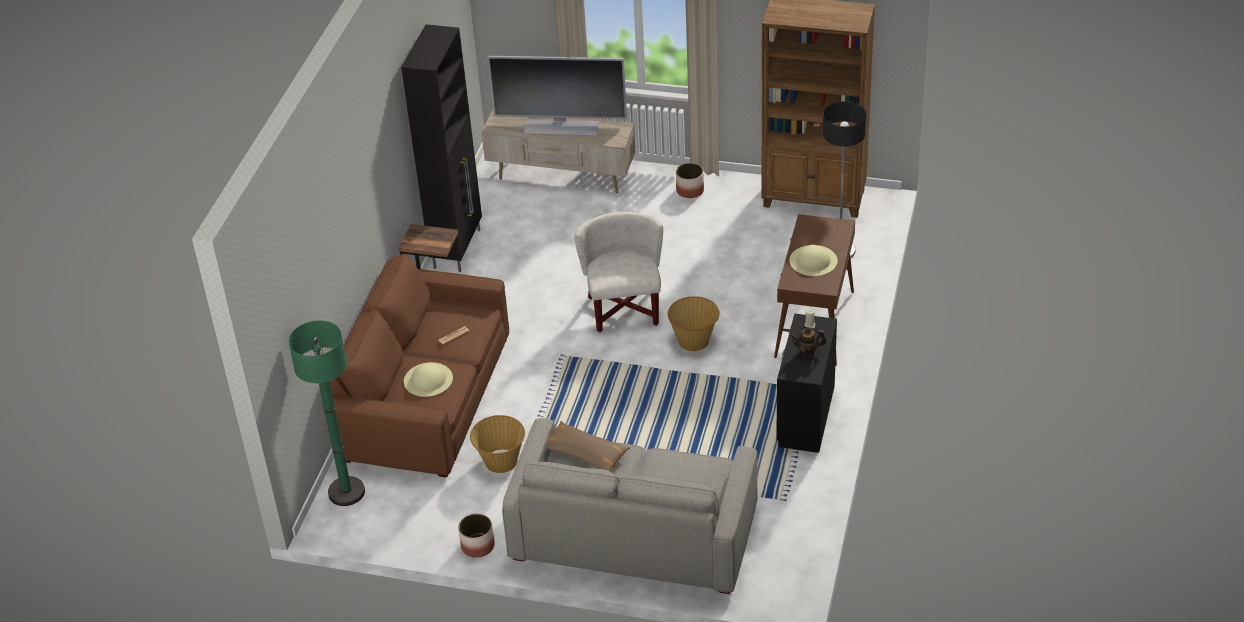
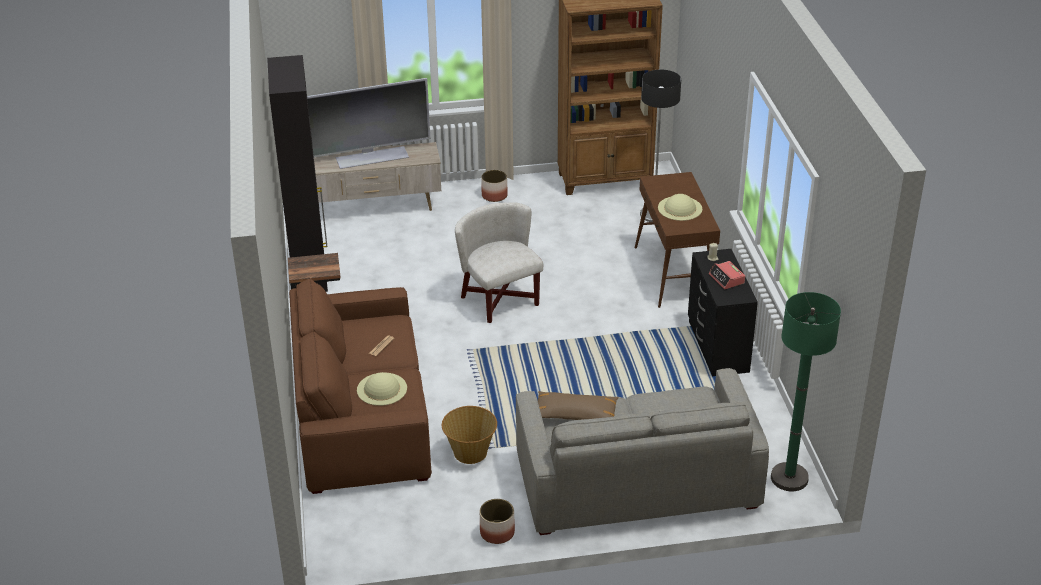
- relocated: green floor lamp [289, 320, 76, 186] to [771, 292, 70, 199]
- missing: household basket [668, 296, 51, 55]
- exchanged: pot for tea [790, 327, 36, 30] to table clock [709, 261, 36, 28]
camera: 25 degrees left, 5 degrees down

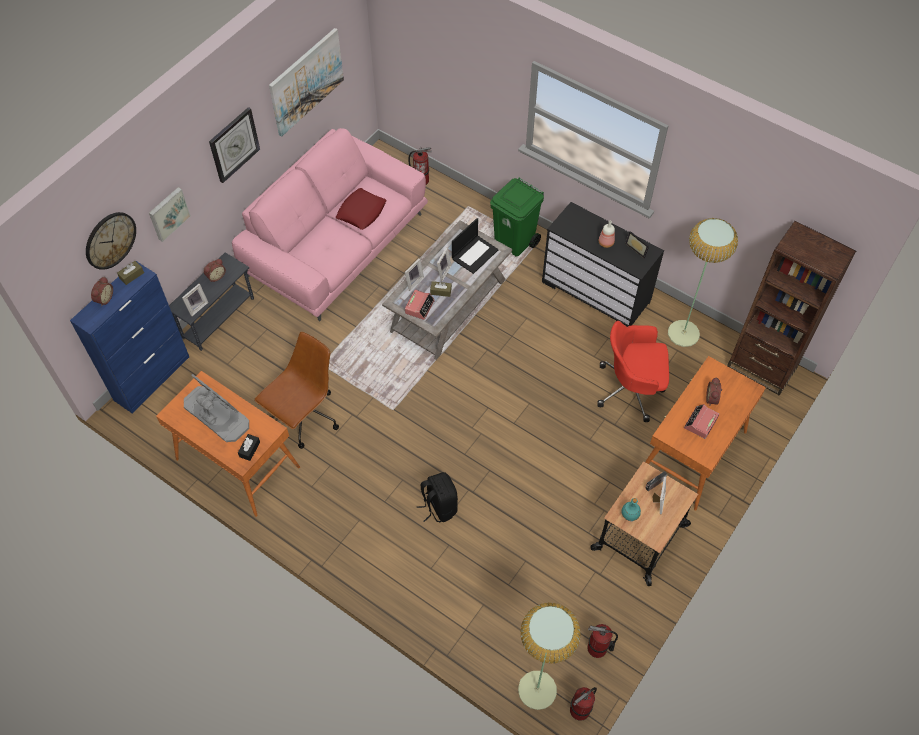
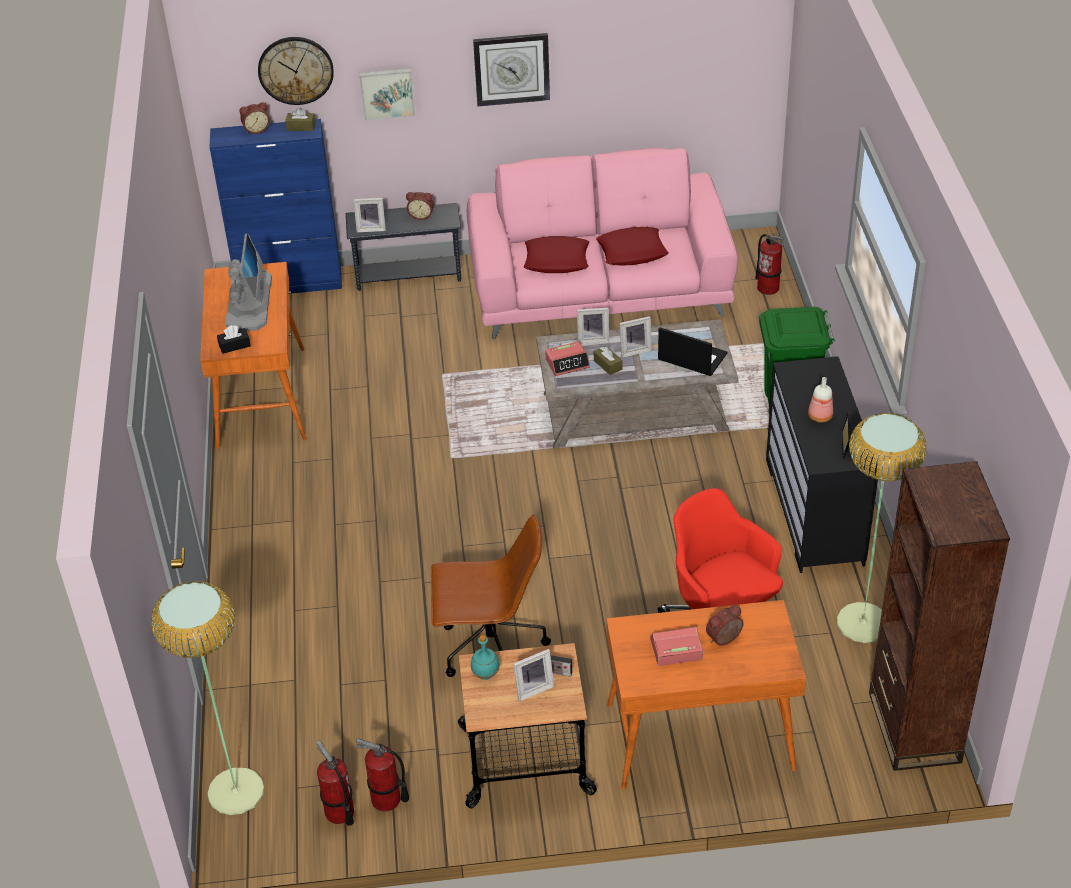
- relocated: brown-coloured office chair [254, 332, 85, 117] to [431, 514, 120, 163]
- missing: picture [269, 28, 75, 108]
- missing: black rucksack [417, 472, 41, 50]
- spun: laptop [452, 218, 47, 56] = [658, 327, 69, 49] 150 degrees counterclockwise
- relocated: extinguisher [570, 687, 27, 34] to [356, 738, 53, 74]
- appeared: reddish throw pillow [524, 236, 66, 37]
camera: 50 degrees right, 15 degrees down

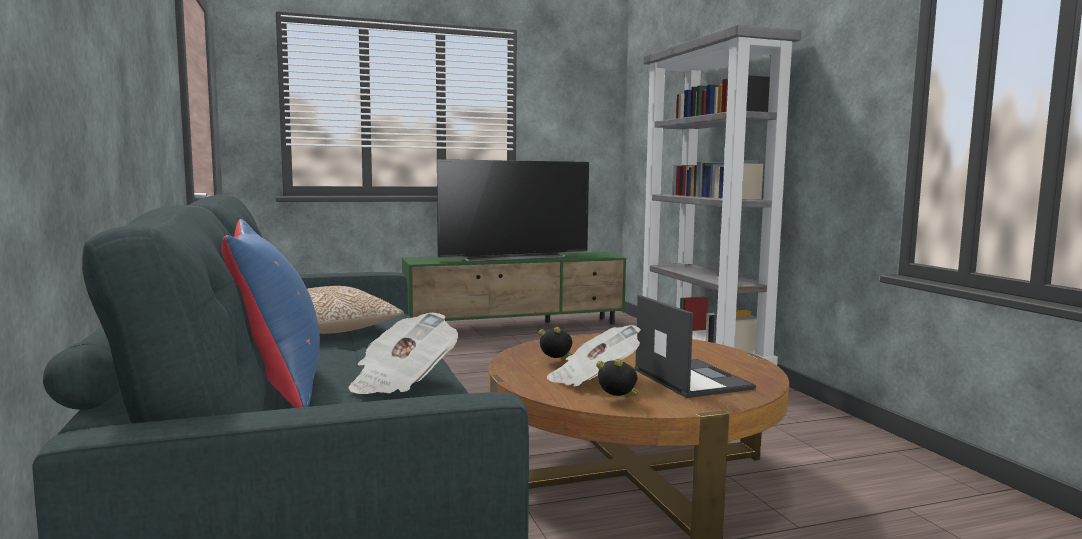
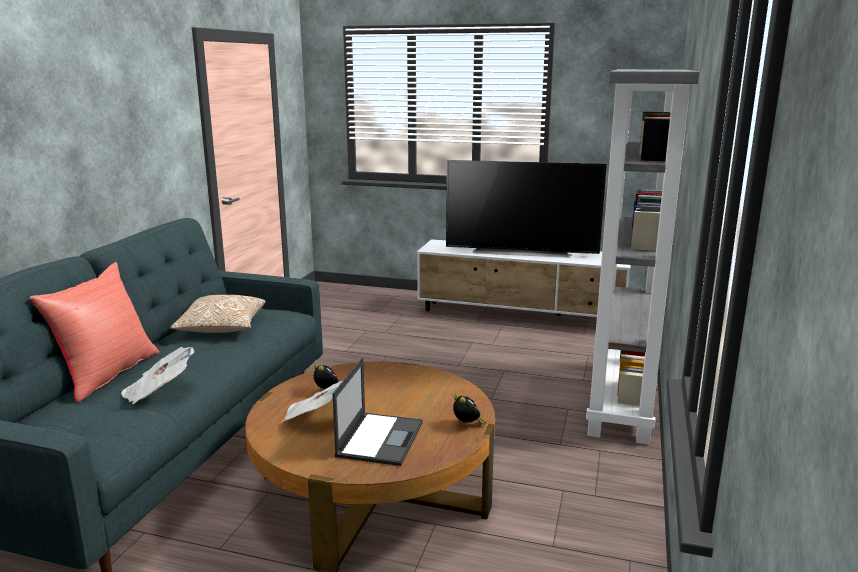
- colour: bluish throw pillow [222, 219, 98, 189] to reddish throw pillow [30, 262, 129, 141]
- colour: green media console [402, 252, 225, 72] to whitish media console [417, 239, 214, 78]
- relocated: table clock [596, 359, 42, 37] to [453, 394, 33, 31]
camera: 35 degrees right, 10 degrees up

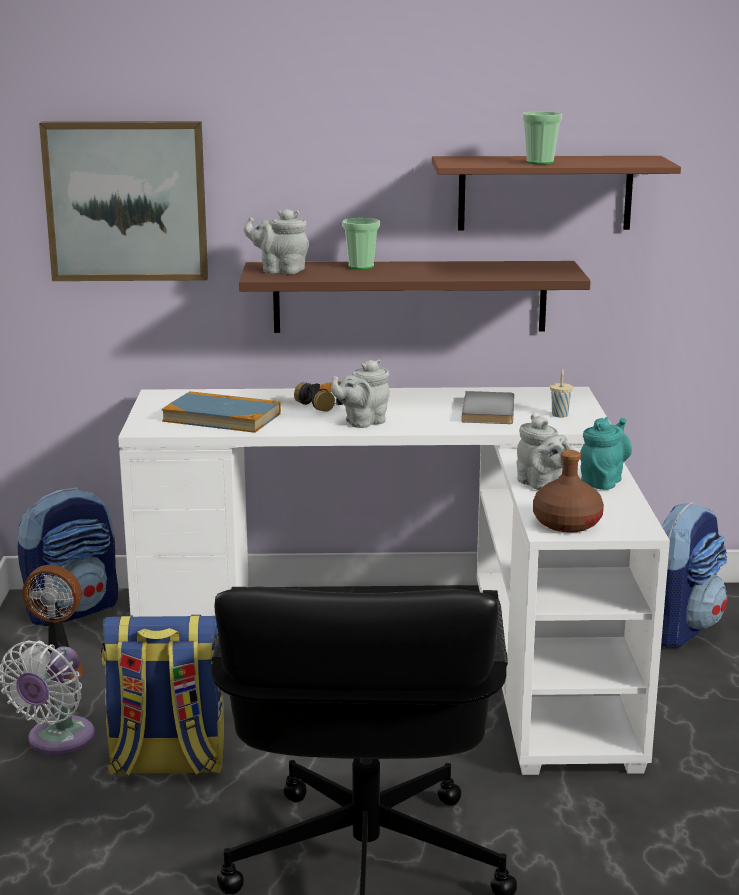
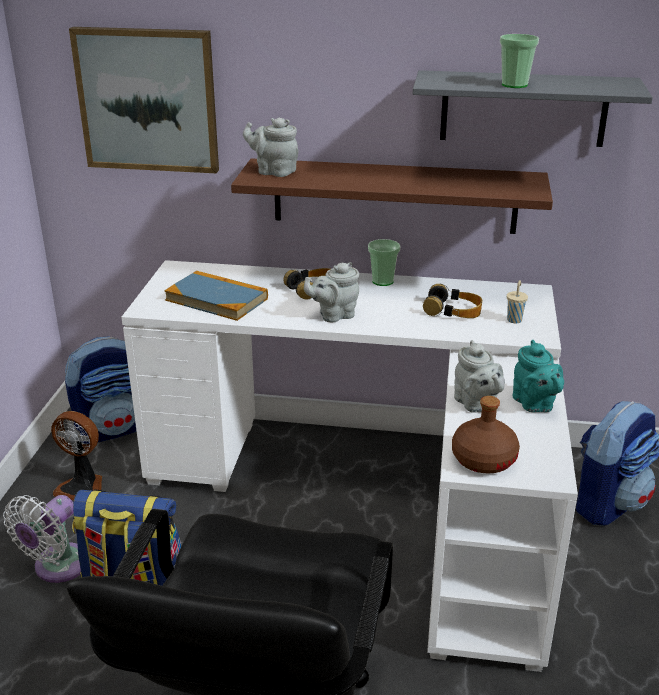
- relocated: cup [342, 218, 38, 52] to [368, 239, 32, 47]
- colour: brown-coloured wall shelf [432, 156, 249, 75] to greyish wall shelf [413, 70, 240, 77]
- exchanged: greyish volume [461, 391, 53, 33] to headset [423, 284, 59, 34]
- spun: turquoise pot for tea [580, 417, 52, 73] = [513, 340, 51, 72] 120 degrees clockwise
camera: 10 degrees right, 10 degrees up

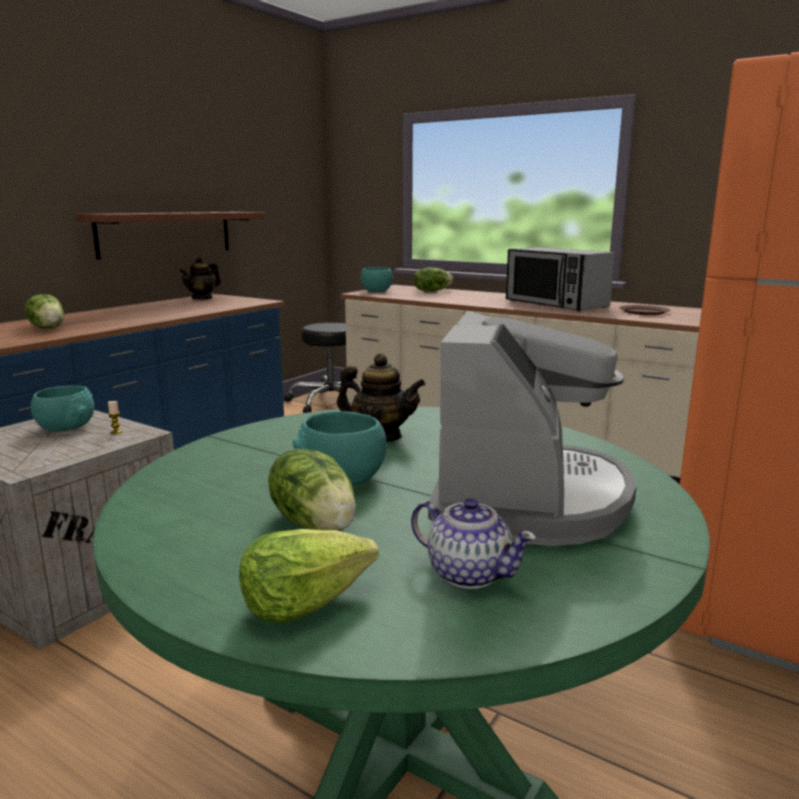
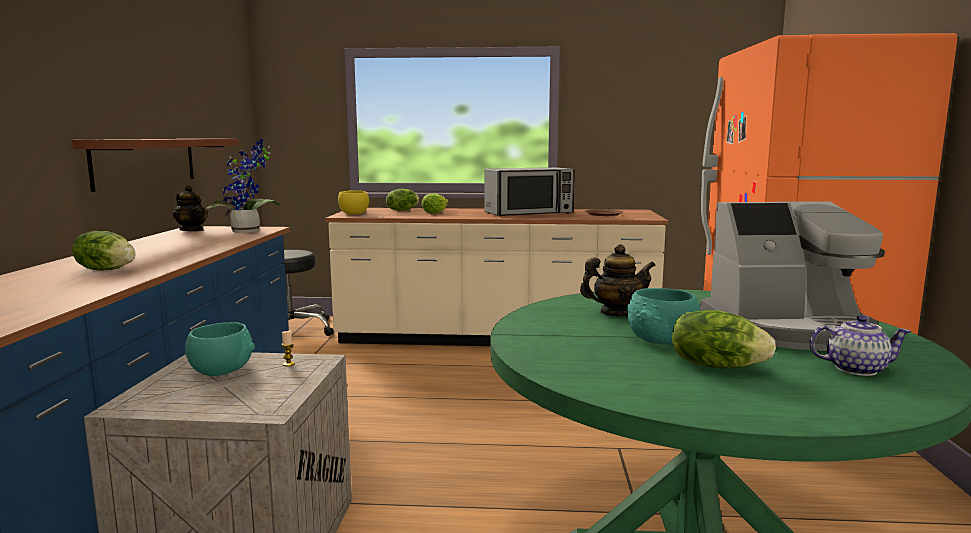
- spun: pot for tea [179, 256, 42, 44] = [173, 185, 35, 46] 60 degrees counterclockwise
- relocated: lettuce head [239, 529, 140, 94] to [421, 193, 28, 21]
- colour: turquoise deep dish [361, 267, 33, 25] to yellow deep dish [338, 190, 31, 24]
- spun: coffee brewer [428, 311, 209, 235] = [700, 201, 185, 150] 105 degrees clockwise
- spun: kitchen microwave [506, 247, 109, 64] = [484, 167, 91, 50] 45 degrees counterclockwise
- appeared: plant in a pot [205, 139, 75, 94]
camera: 30 degrees left, 5 degrees down

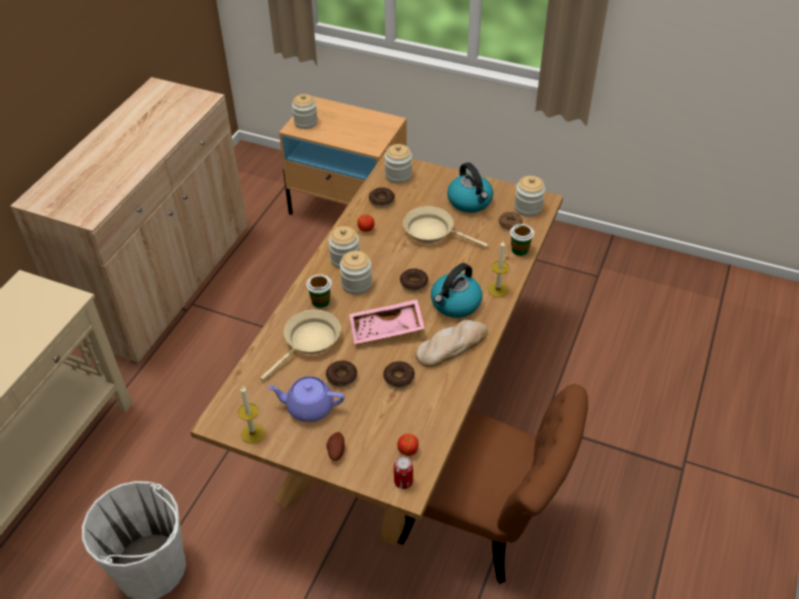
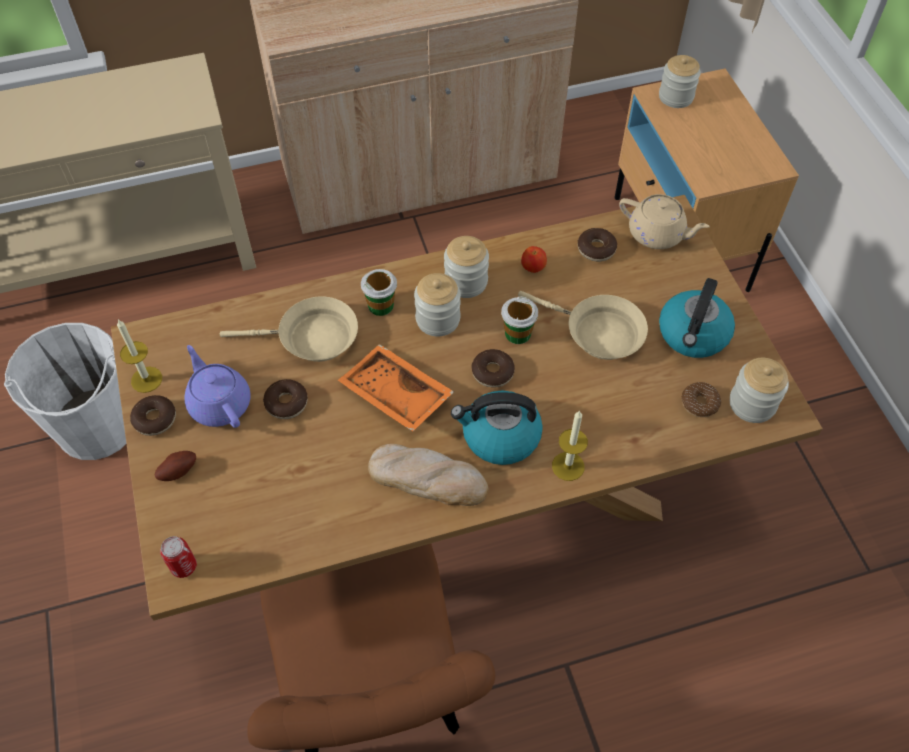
- colour: pinkish tray [349, 299, 76, 45] to orange-coloured tray [338, 344, 116, 88]
- relocated: doughnut [383, 361, 32, 27] to [130, 395, 46, 41]
- exchanged: storage jar [384, 144, 28, 39] to beige pot for tea [619, 194, 91, 55]
- missing: whole apple [397, 434, 21, 22]
- spun: beige skillet [403, 206, 85, 42] = [518, 291, 130, 69] 135 degrees clockwise
- relocated: cup [510, 223, 24, 33] to [501, 296, 37, 48]
camera: 50 degrees right, 10 degrees up

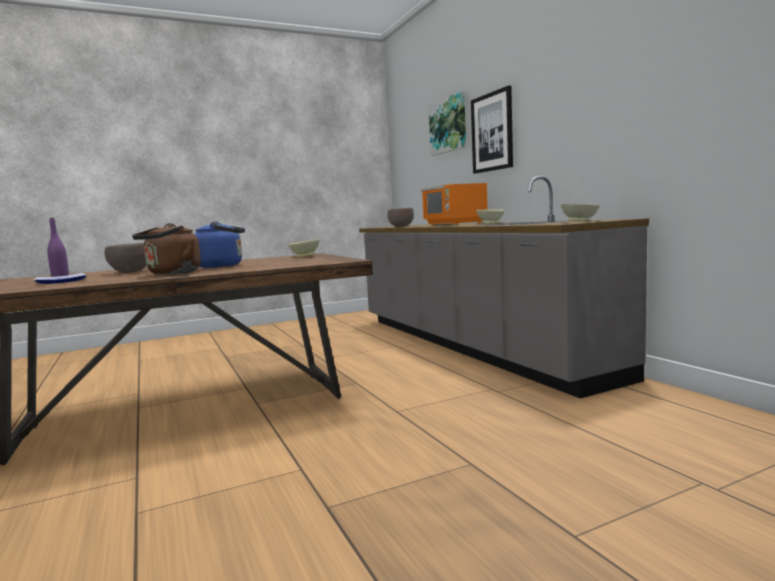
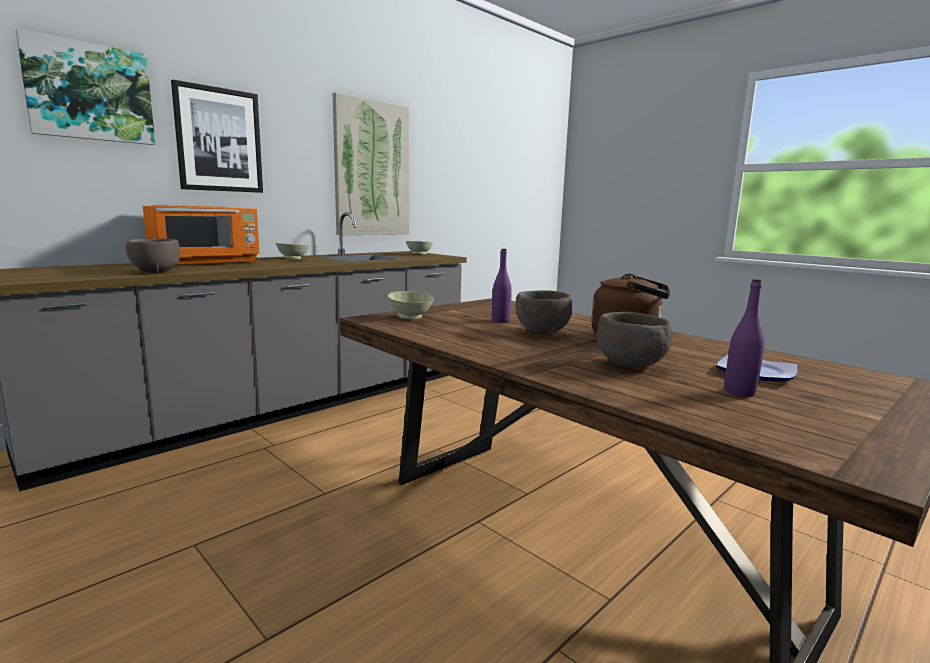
- exchanged: bluish tea kettle [195, 221, 50, 47] to brown-coloured deep dish [516, 290, 56, 44]
- appeared: picture [333, 93, 76, 142]
- appeared: purplish drink bottle [492, 249, 20, 74]
camera: 110 degrees left, 5 degrees up

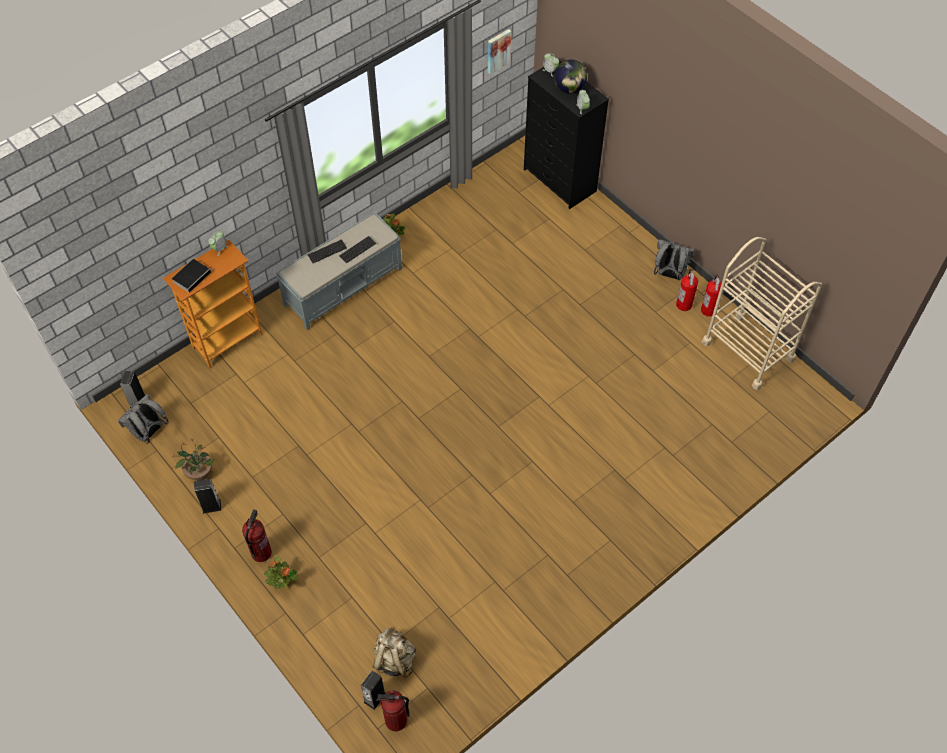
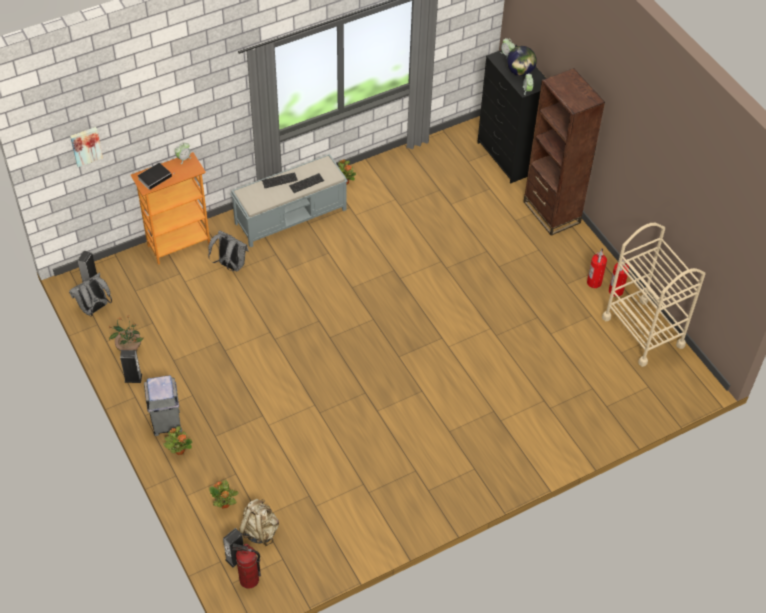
- exchanged: extinguisher [242, 509, 30, 53] to greyish rubbish bin [144, 375, 38, 61]
- relocated: picture [488, 29, 23, 45] to [70, 127, 33, 40]
- relocated: greyish rucksack [654, 239, 40, 41] to [208, 230, 41, 41]
- appeared: plant in a pot [209, 480, 30, 29]
- appeared: brown-coloured shelving unit [523, 68, 82, 168]
camera: 10 degrees right, 5 degrees down

